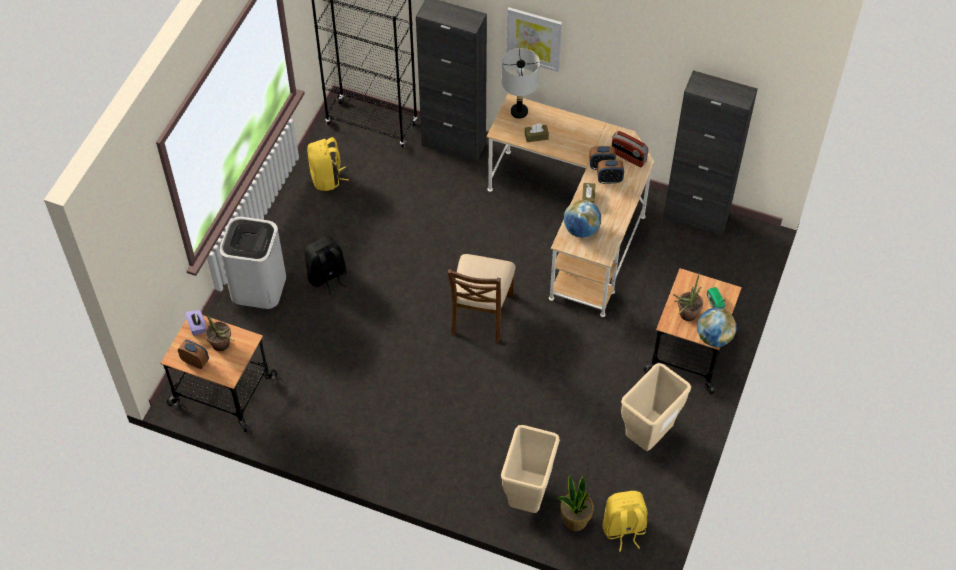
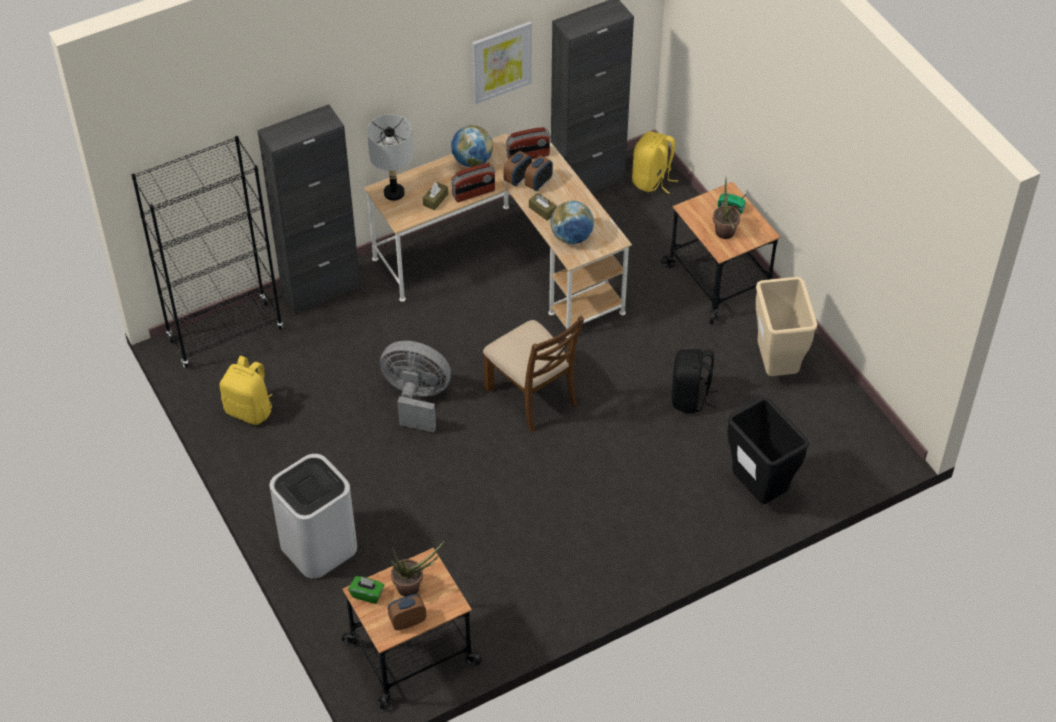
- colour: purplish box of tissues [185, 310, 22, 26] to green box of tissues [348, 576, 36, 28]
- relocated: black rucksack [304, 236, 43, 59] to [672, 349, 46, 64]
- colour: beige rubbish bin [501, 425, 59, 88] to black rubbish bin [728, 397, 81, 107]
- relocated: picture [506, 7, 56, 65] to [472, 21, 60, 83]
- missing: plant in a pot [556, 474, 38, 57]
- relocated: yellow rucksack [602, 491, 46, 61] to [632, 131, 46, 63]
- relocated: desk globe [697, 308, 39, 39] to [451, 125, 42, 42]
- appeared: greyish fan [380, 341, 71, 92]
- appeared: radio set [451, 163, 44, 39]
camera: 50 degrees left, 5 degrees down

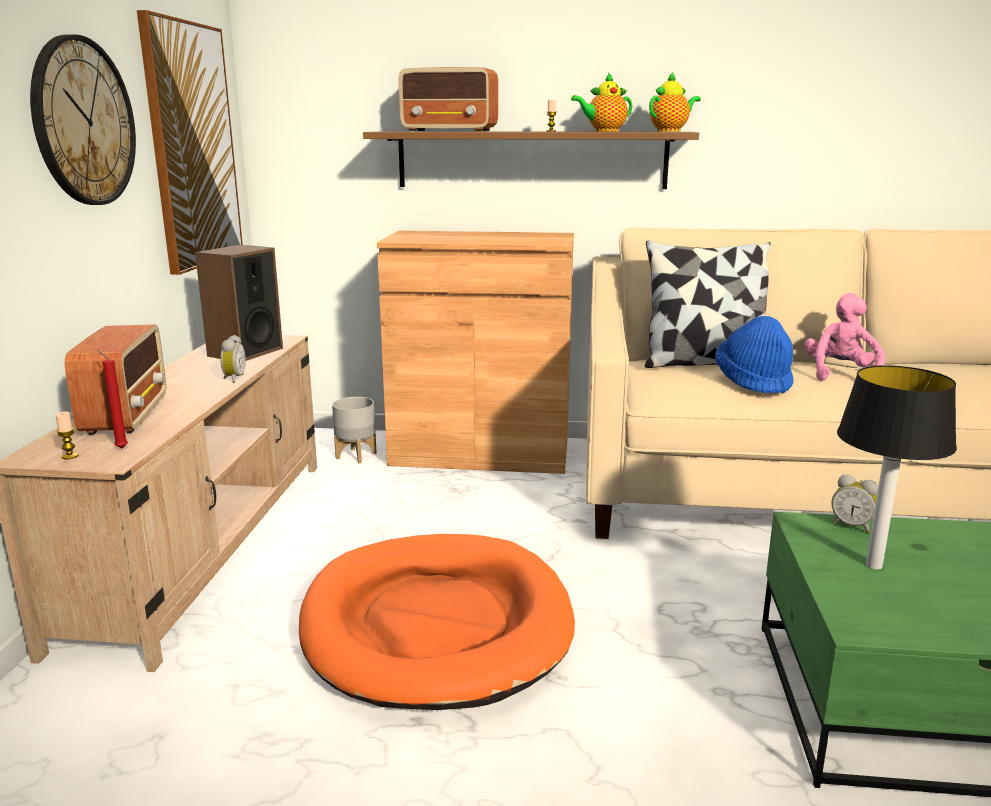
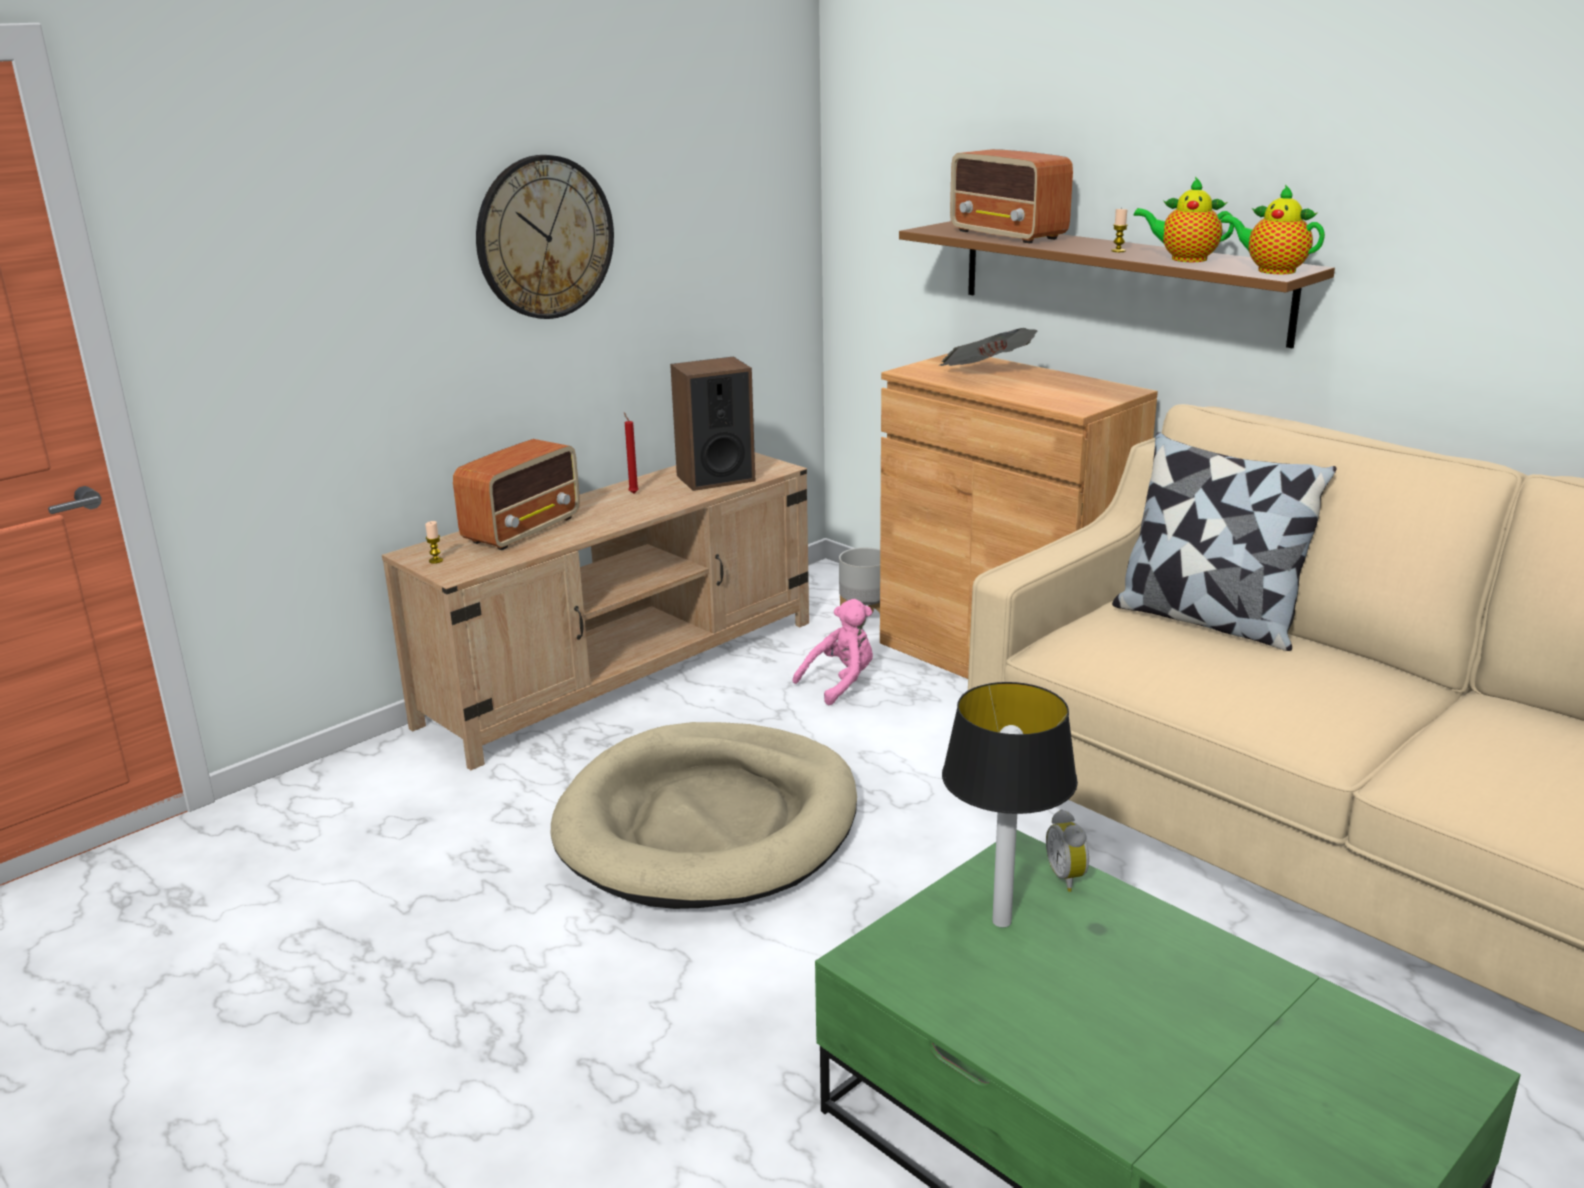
- relocated: reddish wax light [97, 350, 31, 98] to [624, 412, 15, 81]
- missing: picture [137, 10, 106, 265]
- missing: table clock [220, 335, 26, 48]
- colour: orange-coloured dog bed [299, 534, 276, 176] to beige dog bed [551, 722, 306, 187]
- spun: pot for tea [649, 72, 52, 59] = [1221, 184, 104, 90] 150 degrees counterclockwise
- missing: bluish hat [715, 316, 79, 77]
- relocated: pinkish soft toy [805, 293, 80, 88] to [792, 599, 81, 106]
- appeared: printed paper [940, 328, 98, 38]
camera: 40 degrees right, 5 degrees up

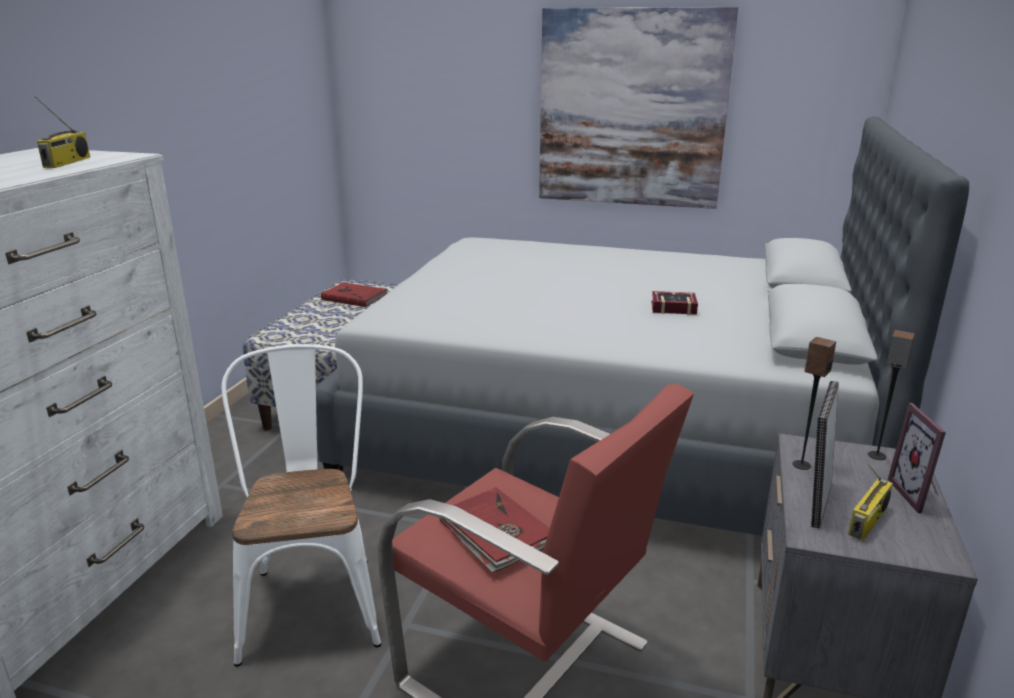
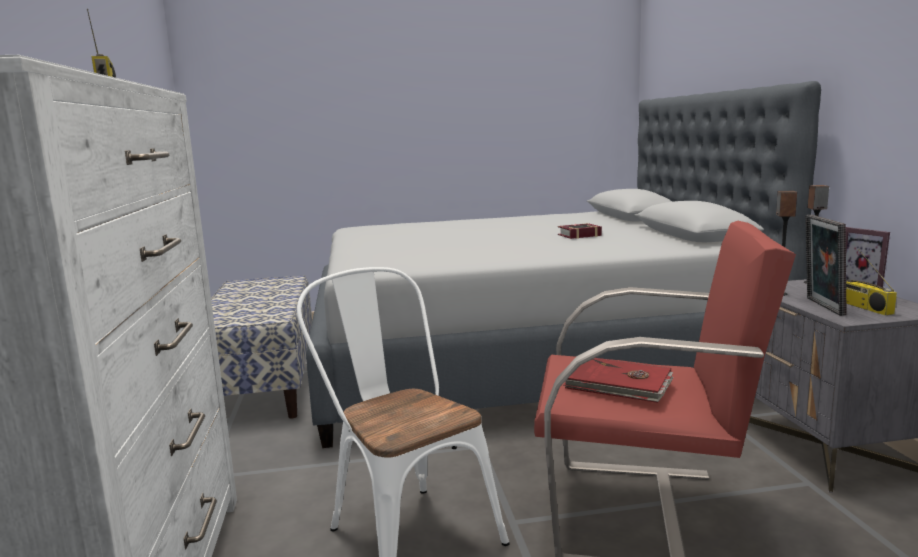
- missing: reddish volume [321, 282, 66, 25]
- missing: picture [539, 7, 199, 202]
- spun: radio set [848, 464, 45, 76] = [846, 249, 51, 66] 150 degrees clockwise
camera: 25 degrees left, 10 degrees down

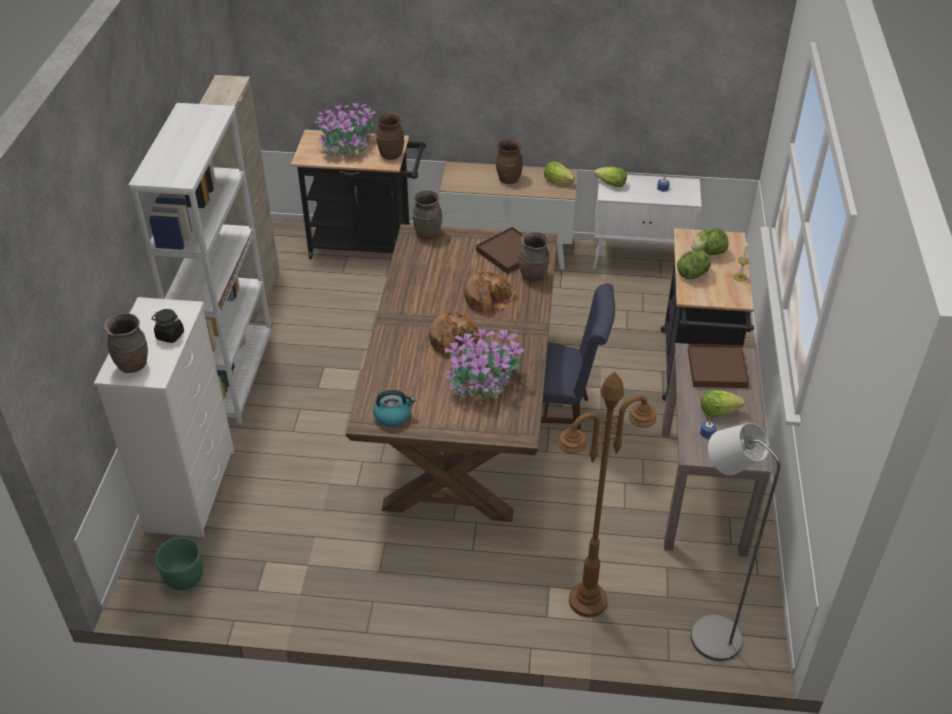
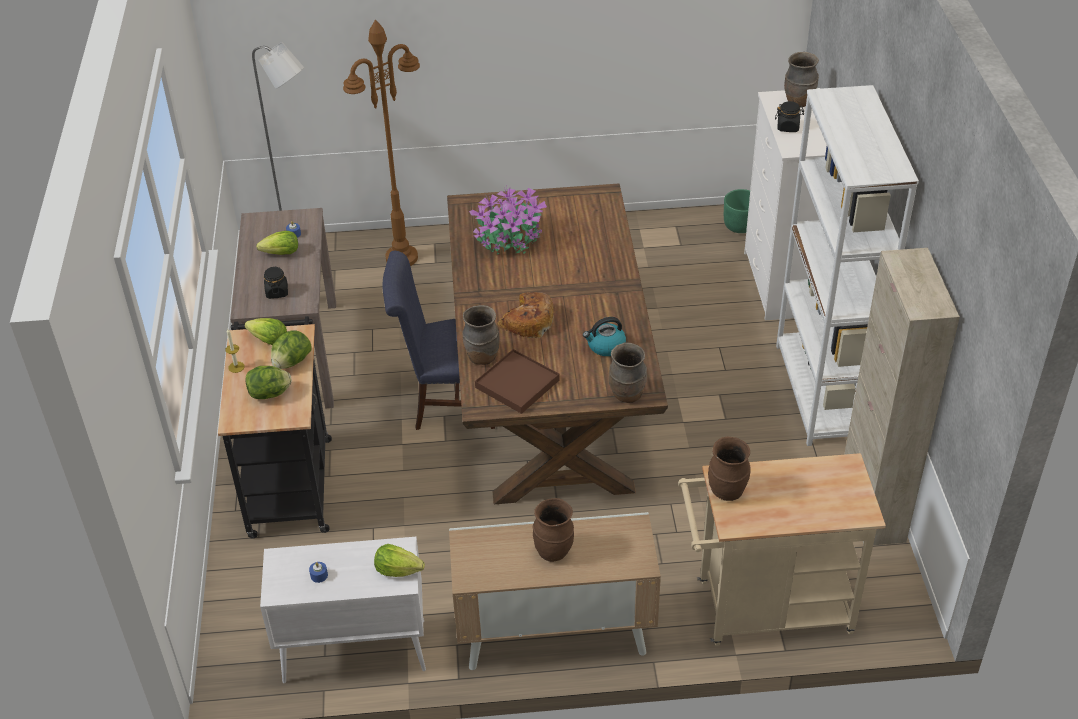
- colour: black trolley [291, 130, 135, 129] to beige trolley [678, 453, 208, 193]
- missing: plant in a pot [314, 99, 62, 59]
- relocated: tea kettle [373, 390, 43, 37] to [583, 317, 43, 39]
- missing: bread [429, 312, 53, 45]
- relocated: lettuce head [544, 161, 31, 23] to [245, 318, 42, 28]
- exchanged: brown-coloured tray [688, 344, 61, 44] to black storage jar [264, 267, 24, 32]
camera: 170 degrees right, 0 degrees up

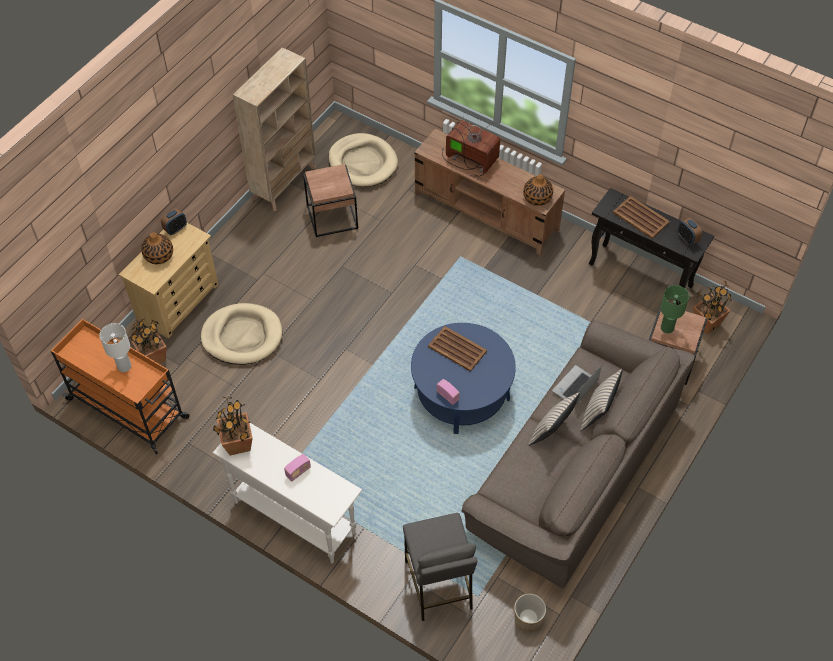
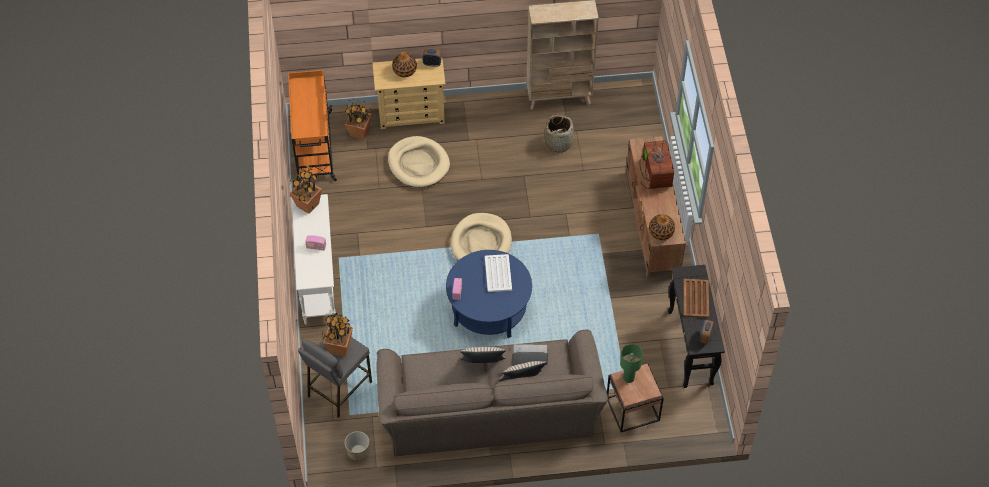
- missing: whitish table lamp [99, 323, 32, 49]
- exchanged: brown-coloured end table [303, 164, 55, 73] to household basket [544, 115, 30, 38]
- relocated: beige dog bed [329, 133, 69, 54] to [451, 213, 61, 47]
- colour: brown-coloured tray [428, 326, 59, 46] to whitish tray [485, 254, 27, 38]
- relocated: plant in a pot [693, 280, 39, 55] to [322, 313, 31, 44]
camera: 50 degrees right, 0 degrees up

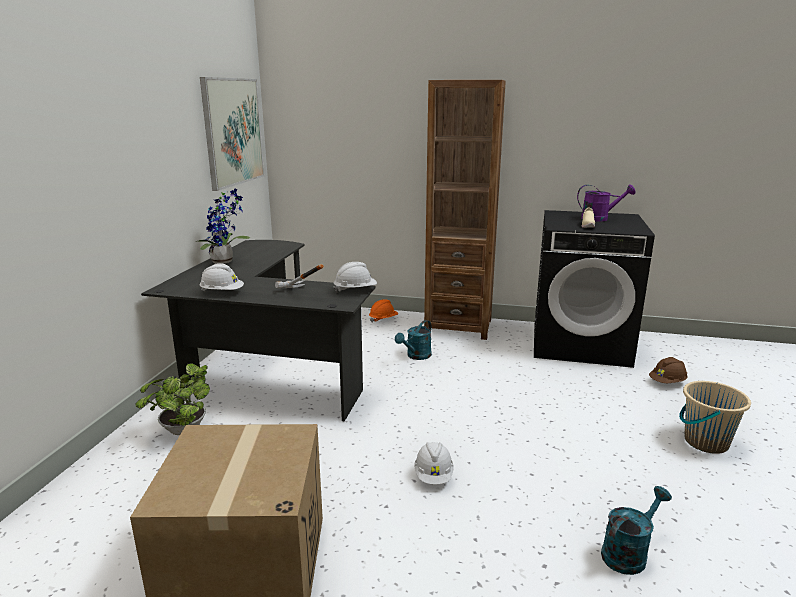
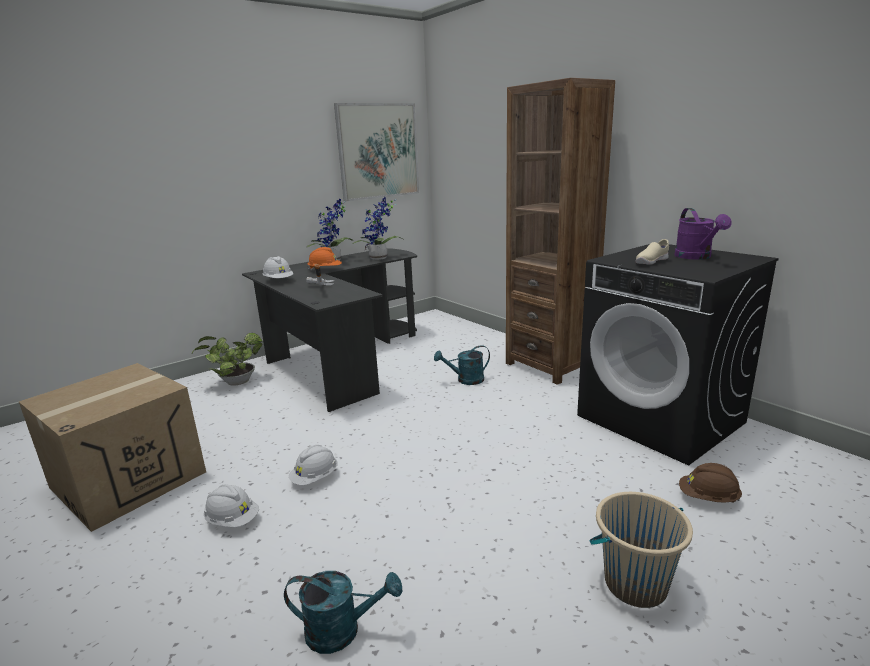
- relocated: whitish hard hat [333, 262, 44, 31] to [204, 484, 55, 43]
- relocated: orange-coloured hard hat [369, 299, 29, 23] to [307, 247, 35, 24]
- spun: purplish watering can [577, 184, 59, 37] = [674, 208, 58, 52] 45 degrees clockwise
- appeared: plant in a pot [352, 197, 51, 63]
camera: 40 degrees right, 0 degrees up

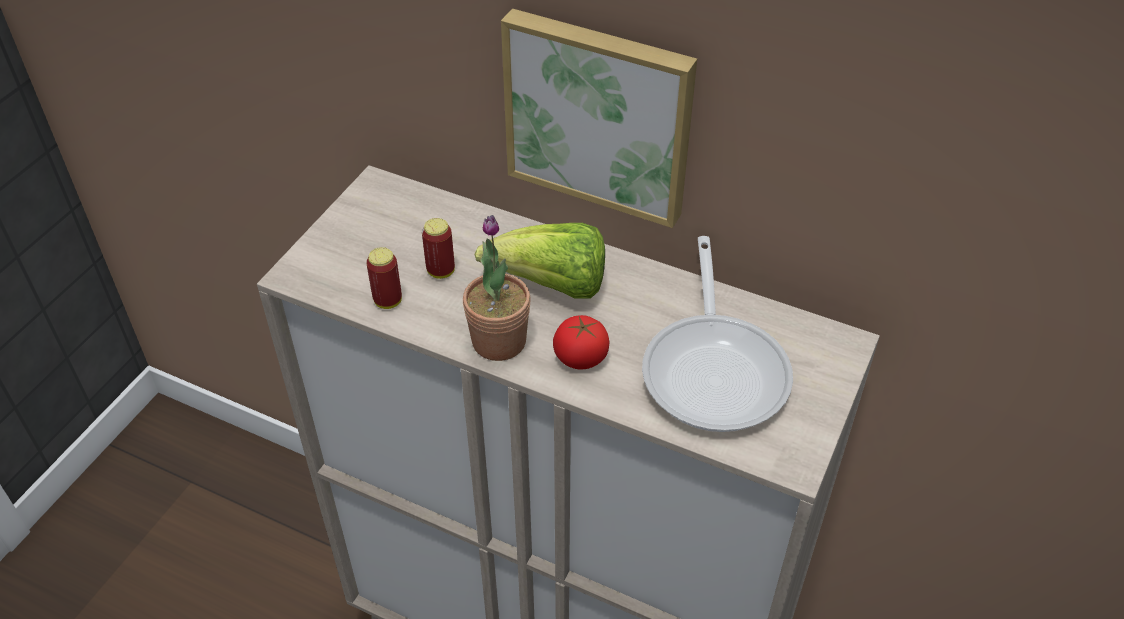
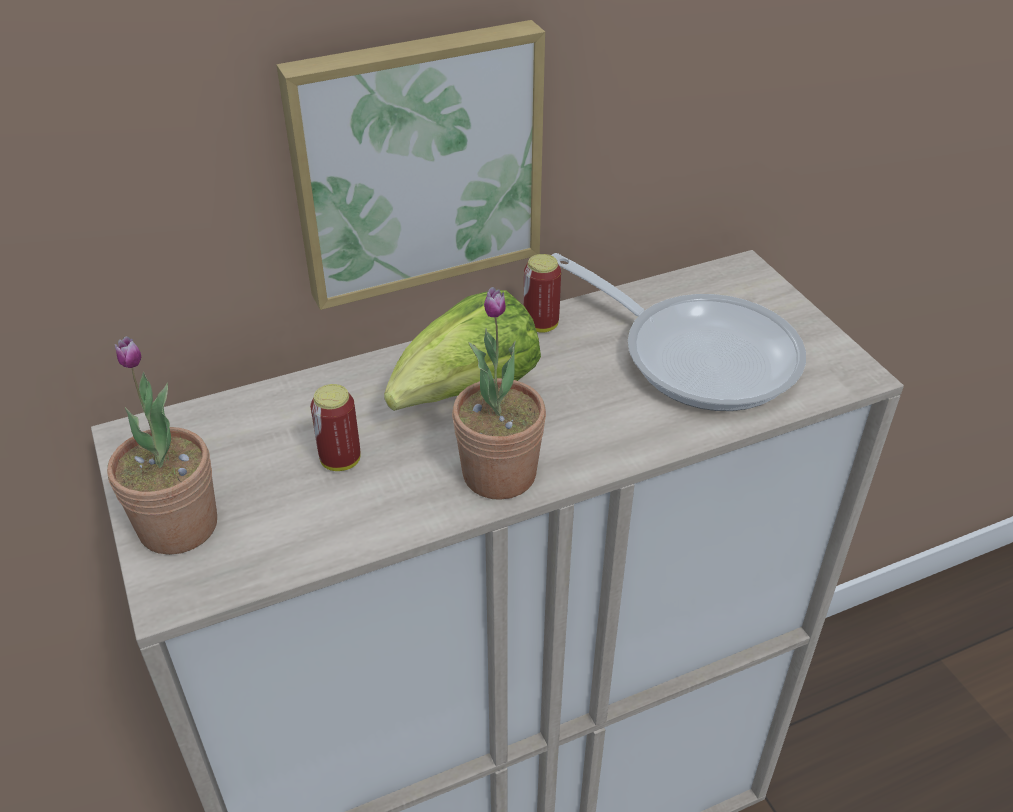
- relocated: sealed can [366, 247, 36, 62] to [523, 254, 38, 79]
- missing: whole tomato [553, 315, 56, 54]
- appeared: plant in a pot [107, 336, 110, 219]
camera: 50 degrees left, 5 degrees down

